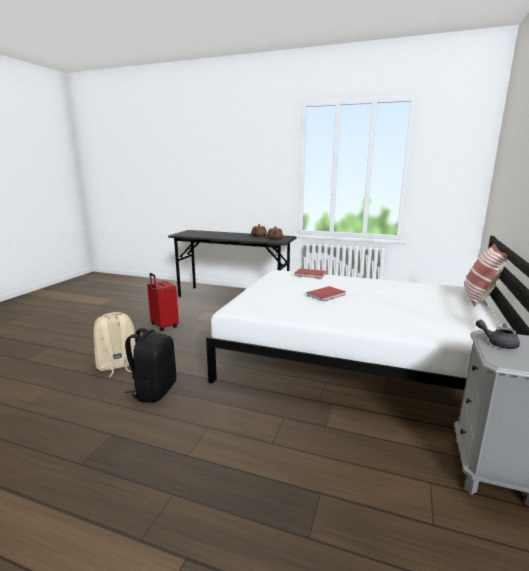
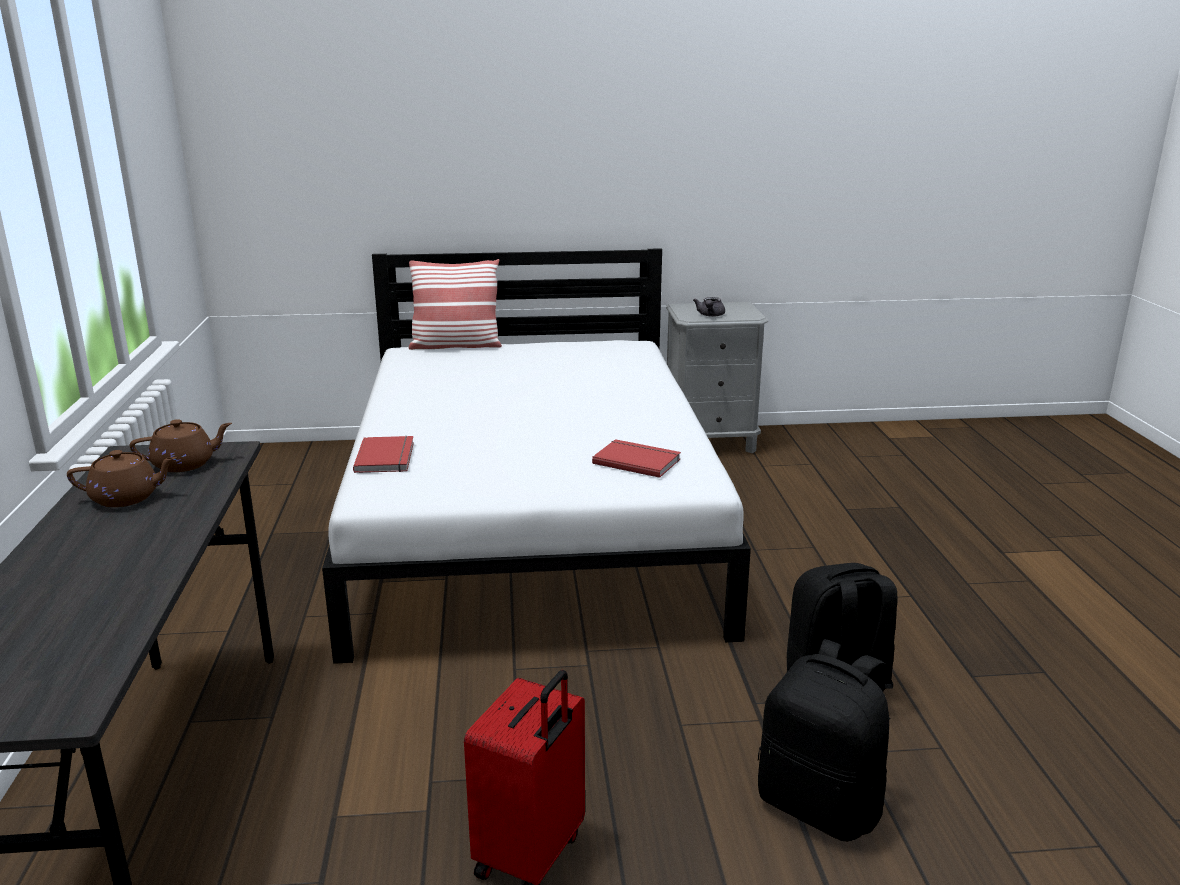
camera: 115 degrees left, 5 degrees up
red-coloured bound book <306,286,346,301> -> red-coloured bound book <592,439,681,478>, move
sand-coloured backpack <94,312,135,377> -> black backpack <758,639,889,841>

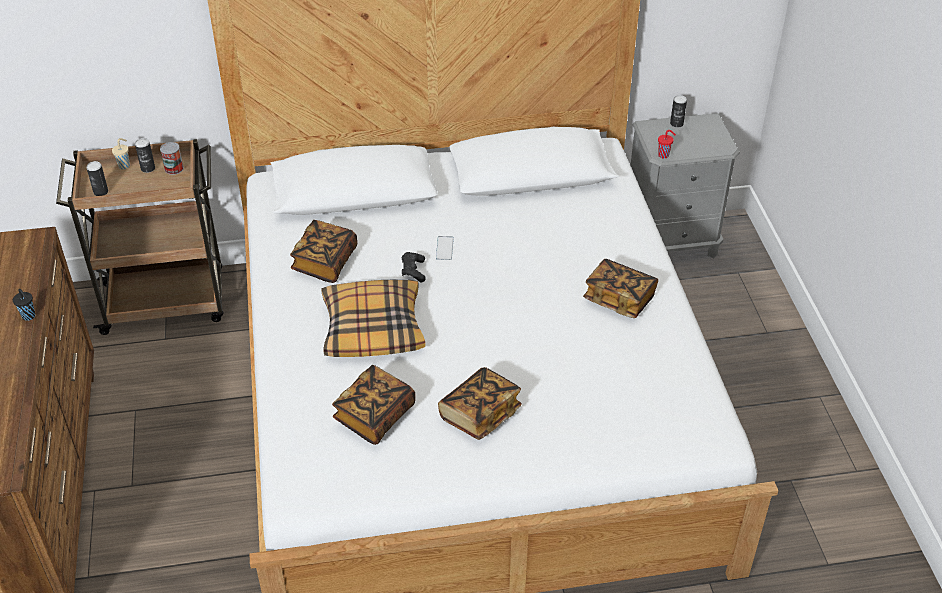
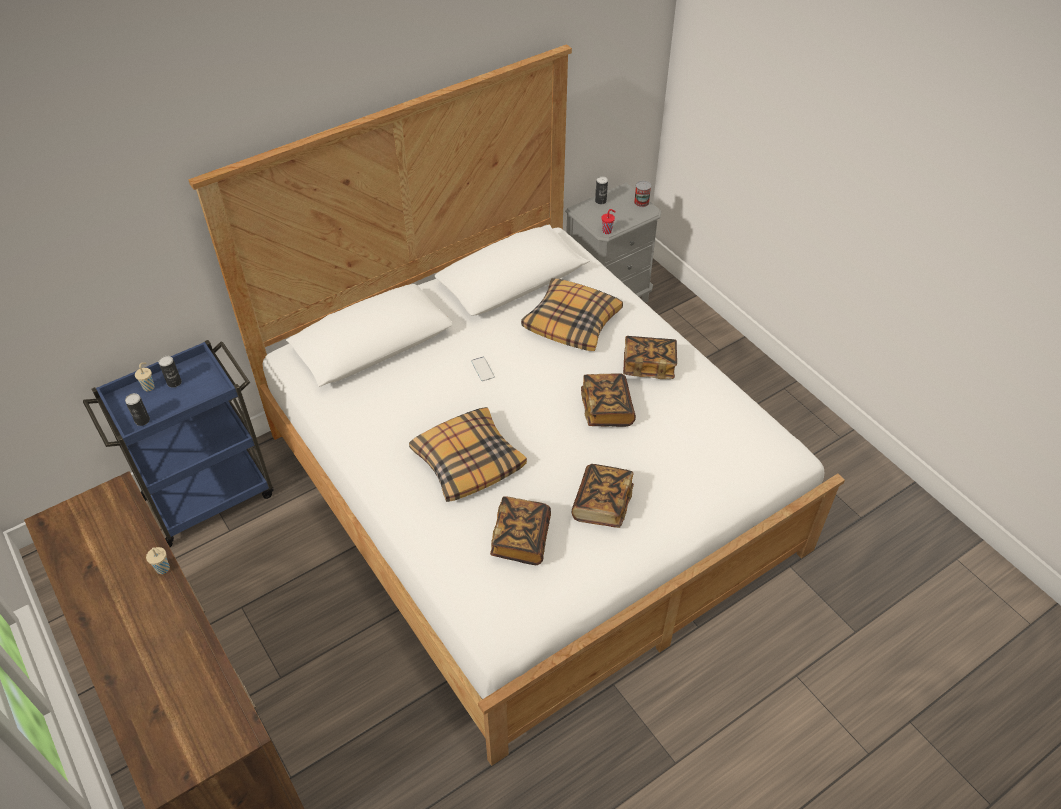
camera: 25 degrees left, 5 degrees up
black joypad <402,252,426,282> -> none
none -> pillow <521,278,623,351>
can <160,142,184,175> -> can <634,181,651,207>, move
bound book <290,220,358,283> -> bound book <581,373,636,427>, move
black cup <13,289,35,321> -> sand-coloured cup <146,547,170,574>
brown-coloured trolley <56,139,224,335> -> blue-coloured trolley <83,340,274,547>

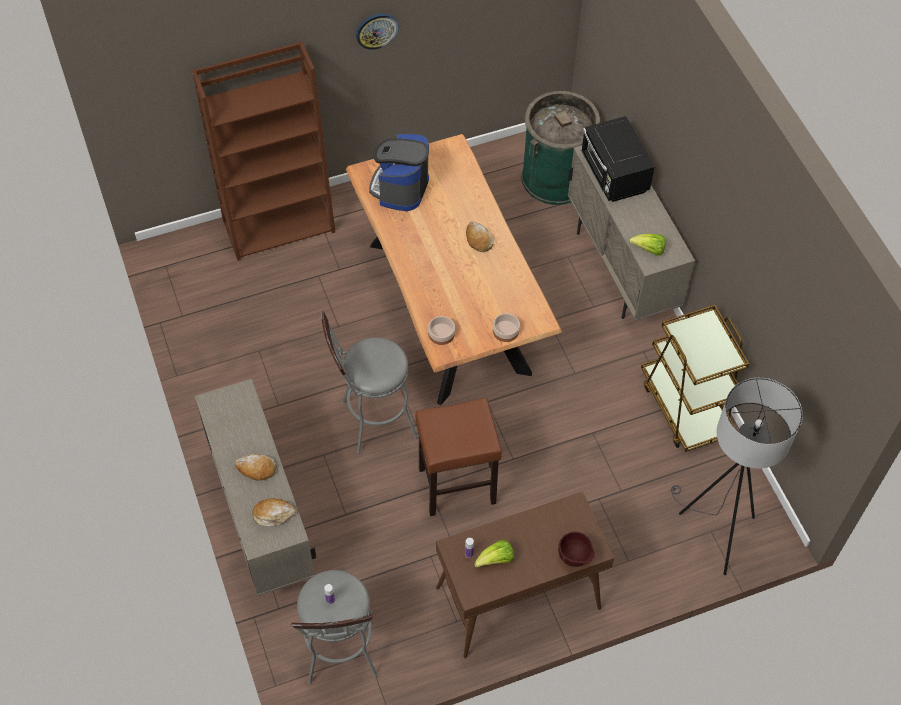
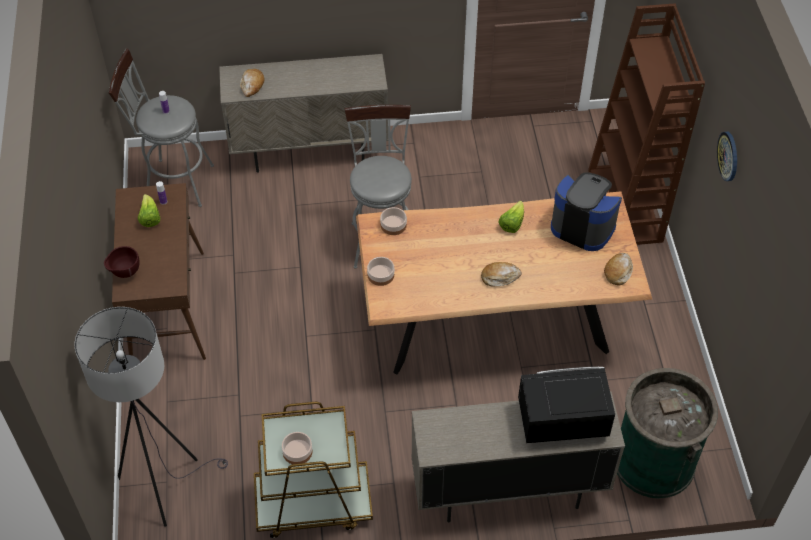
camera: 105 degrees right, 5 degrees down
brown-coloured stool <415,398,502,516> -> none
none -> deep dish <282,432,313,464>
bread <235,454,277,481> -> bread <604,253,633,285>, move
lettuce <629,234,666,256> -> lettuce <499,201,524,233>, move

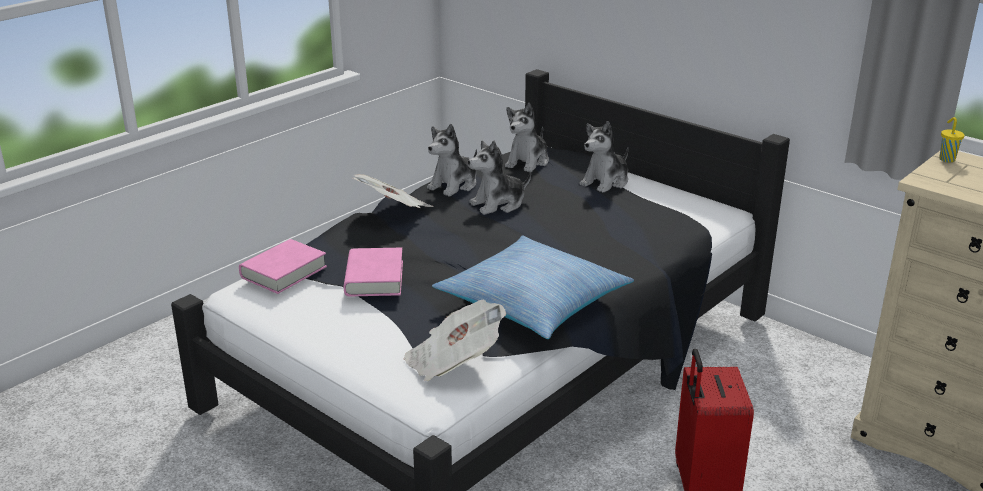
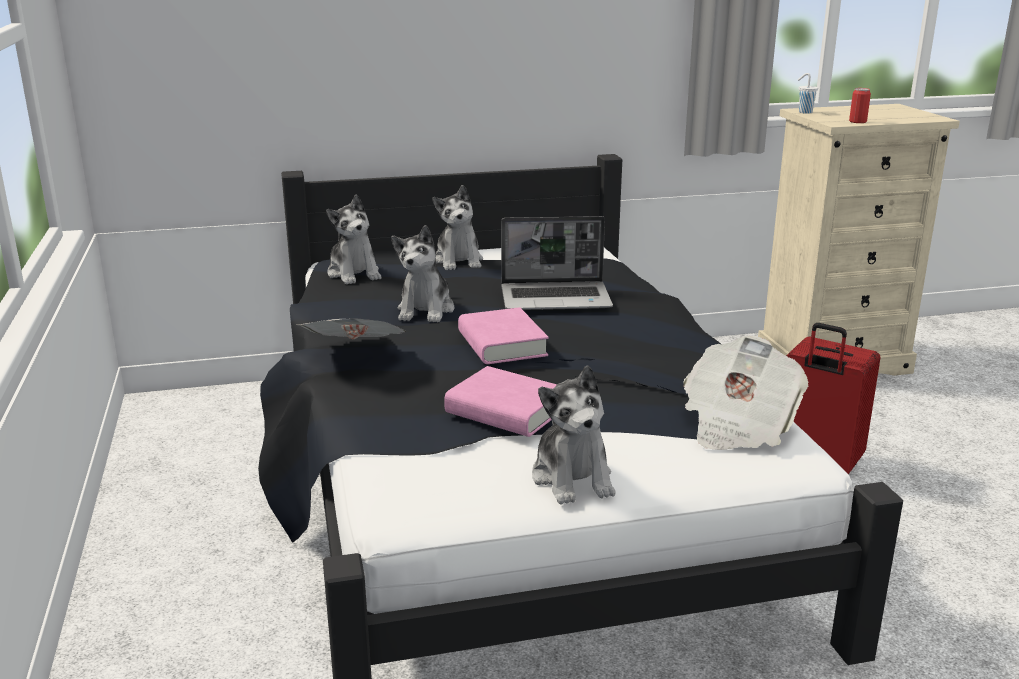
camera: 55 degrees left, 5 degrees down
pillow <432,235,634,339> -> none
none -> notebook computer <501,216,613,310>
none -> can <849,88,871,123>
pink-coloured bound book <239,239,327,294> -> pink-coloured bound book <458,307,549,364>, move
cuddly toy <427,124,477,197> -> cuddly toy <532,366,615,505>, move
yellowish cup <939,117,965,163> -> whitish cup <798,73,818,114>

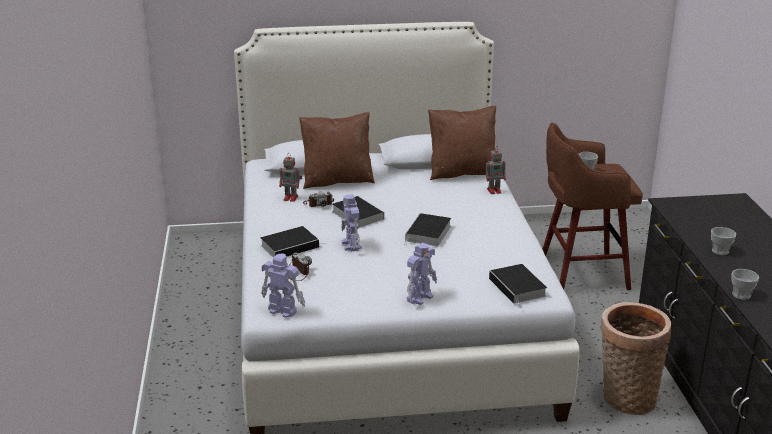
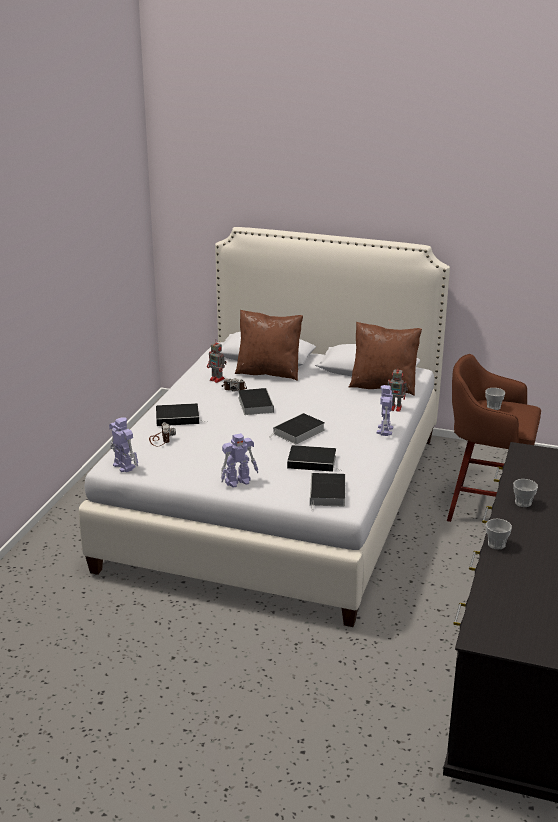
camera: 25 degrees right, 0 degrees up
household basket <600,302,671,415> -> none
none -> bound book <287,445,343,472>
model robot <341,194,362,251> -> model robot <377,385,393,436>, move

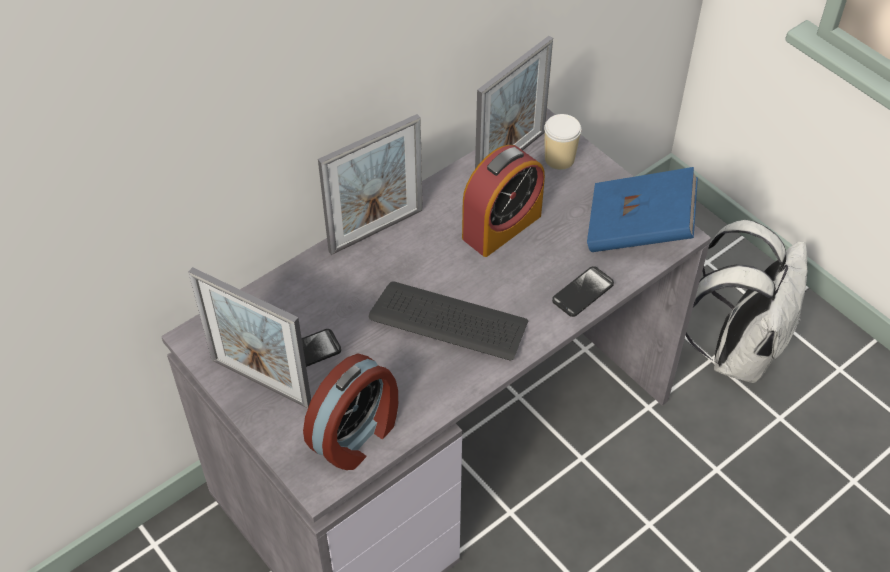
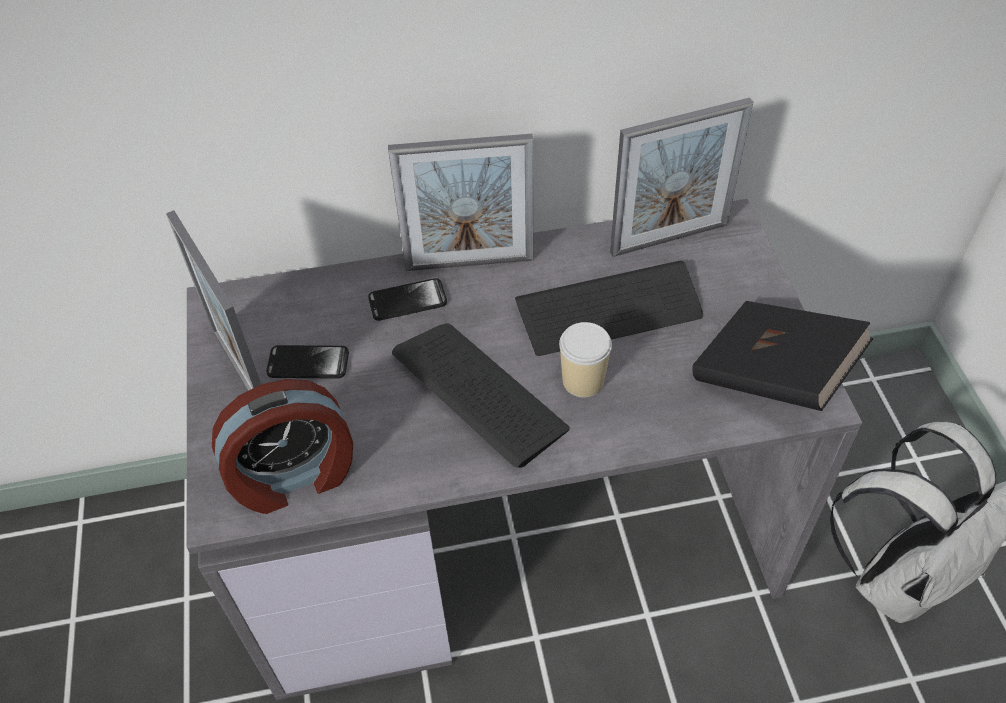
camera: 30 degrees right, 0 degrees up
cup <544,114,581,170> -> cup <559,322,612,398>, move
handset <552,266,614,317> -> handset <368,278,447,321>, move
alarm clock <462,145,545,257> -> computer keyboard <515,261,703,356>
blue-coloured bound book <587,167,698,252> -> black bound book <692,301,873,411>

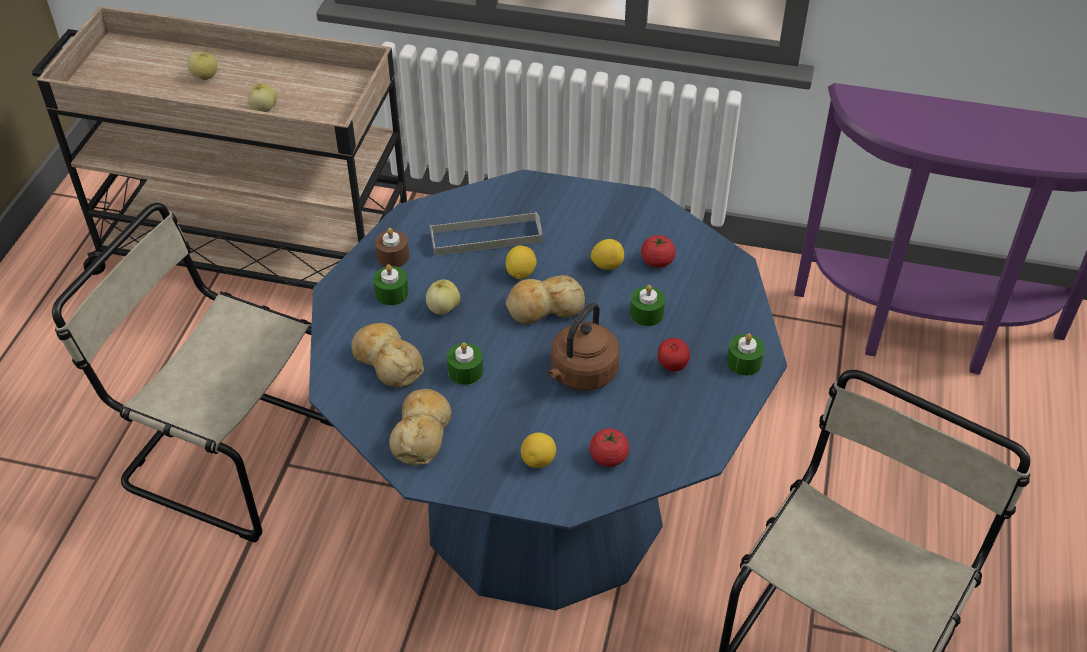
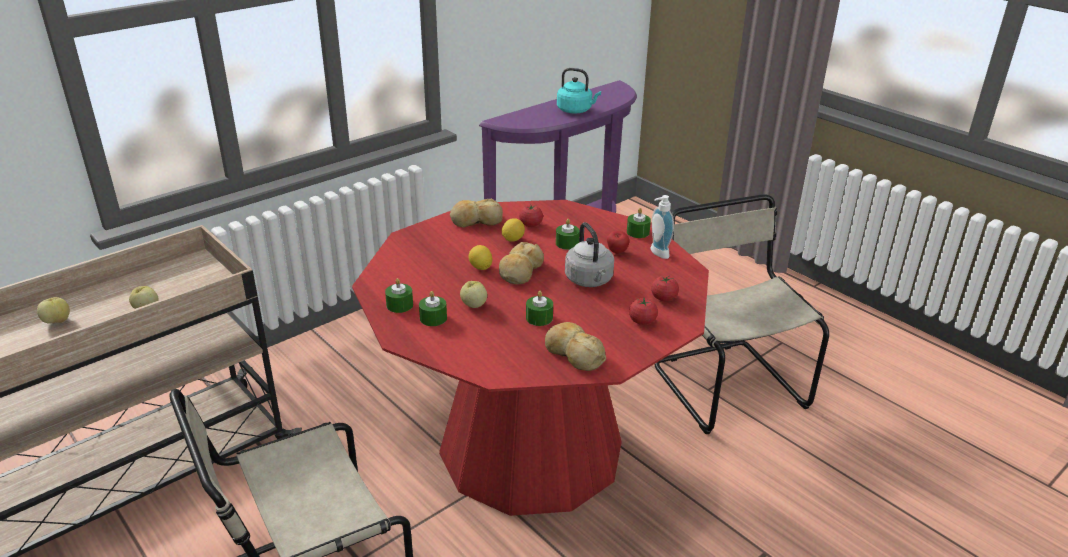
camera: 55 degrees left, 15 degrees down
grey serving tray <430,212,542,256> -> none
none -> turquoise kettle <557,68,601,113>
none -> liquid soap bottle <650,195,674,259>
bread <352,323,424,388> -> bread <450,198,503,227>, move
citrus fruit <521,433,556,468> -> fresh tomato <629,298,658,325>
blue-coloured dining table <309,169,787,611> -> red-coloured dining table <352,200,709,516>
brown-coloured wax light <375,228,409,267> -> green wax light <385,278,413,313>
brown-coloured kettle <548,302,620,391> -> grey kettle <565,222,614,287>

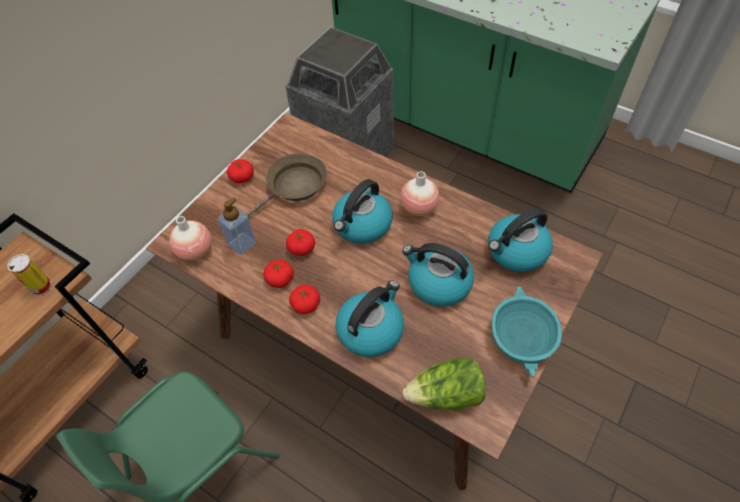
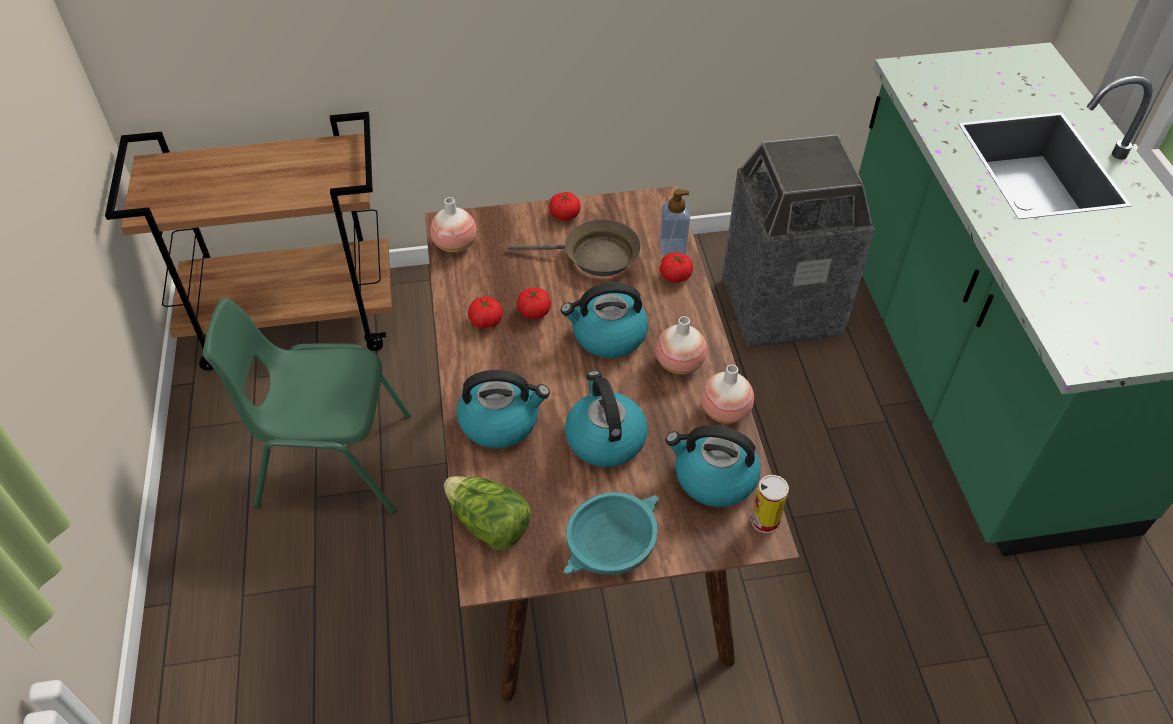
camera: 45 degrees right, 5 degrees down
none -> flower vase <701,365,754,424>
can <7,254,52,296> -> can <751,475,789,534>, move
liquid soap bottle <218,197,256,255> -> liquid soap bottle <660,189,690,256>, move
fresh tomato <289,285,320,314> -> fresh tomato <659,253,693,283>, move

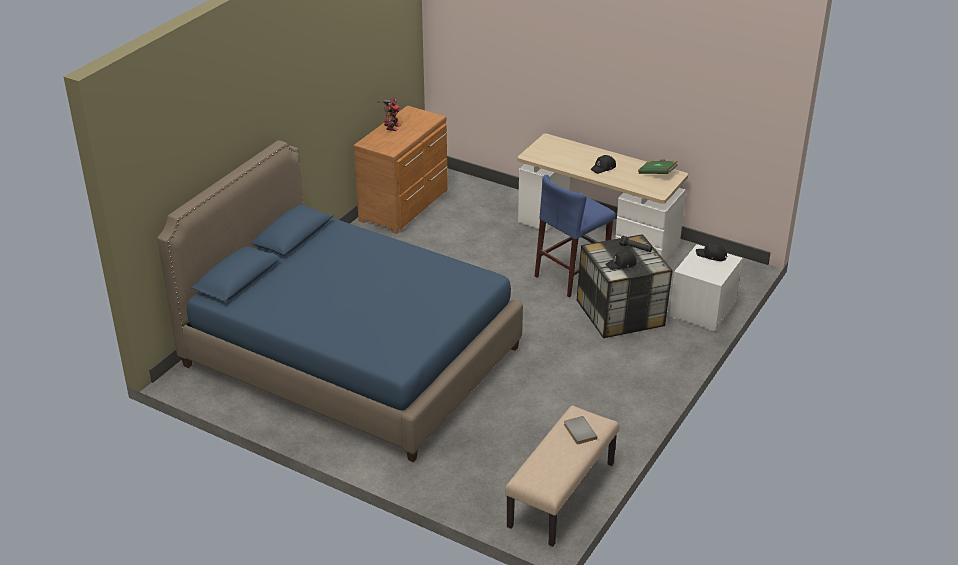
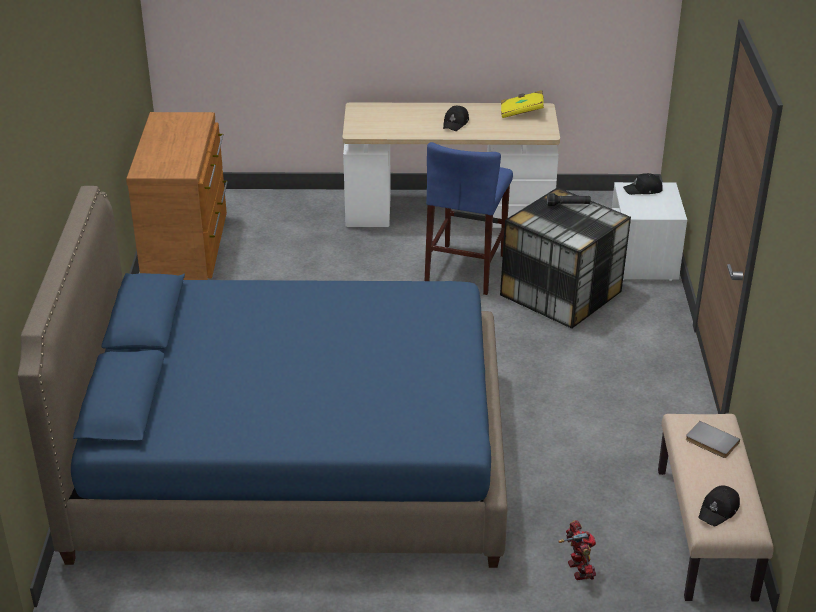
camera: 30 degrees left, 0 degrees up
model robot <377,97,400,131> -> model robot <559,520,596,580>, move
black cap <606,251,636,270> -> black cap <698,485,740,526>, move
green bound book <638,159,678,174> -> yellowish bound book <501,90,544,118>

